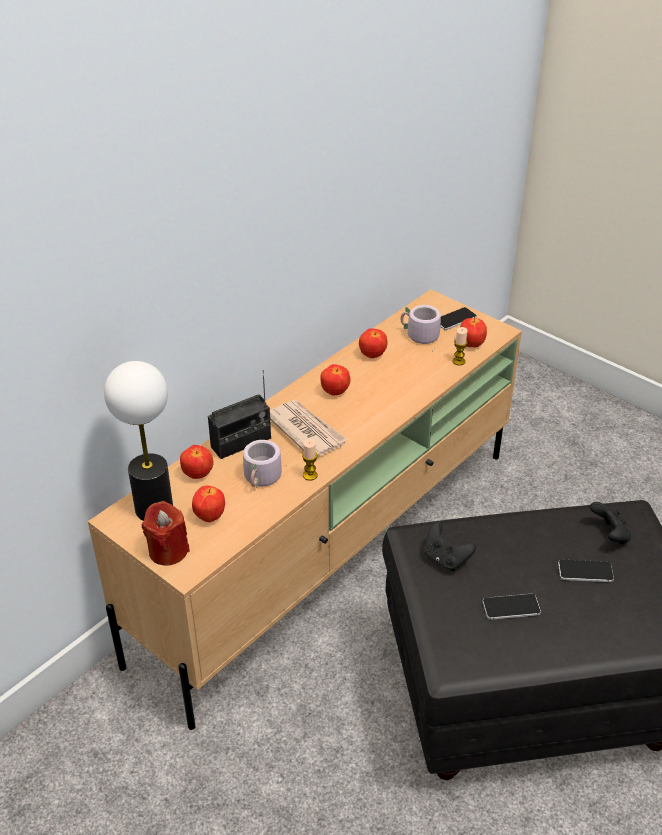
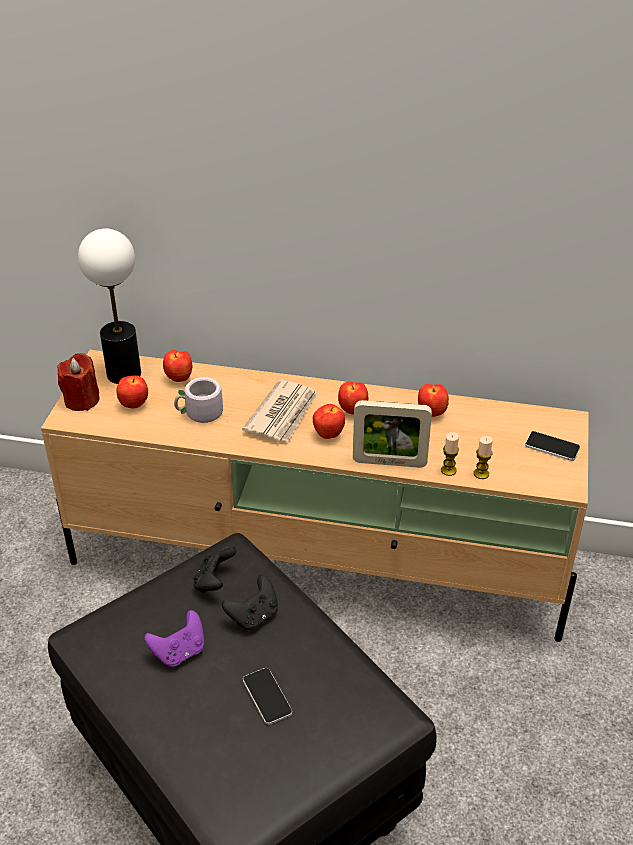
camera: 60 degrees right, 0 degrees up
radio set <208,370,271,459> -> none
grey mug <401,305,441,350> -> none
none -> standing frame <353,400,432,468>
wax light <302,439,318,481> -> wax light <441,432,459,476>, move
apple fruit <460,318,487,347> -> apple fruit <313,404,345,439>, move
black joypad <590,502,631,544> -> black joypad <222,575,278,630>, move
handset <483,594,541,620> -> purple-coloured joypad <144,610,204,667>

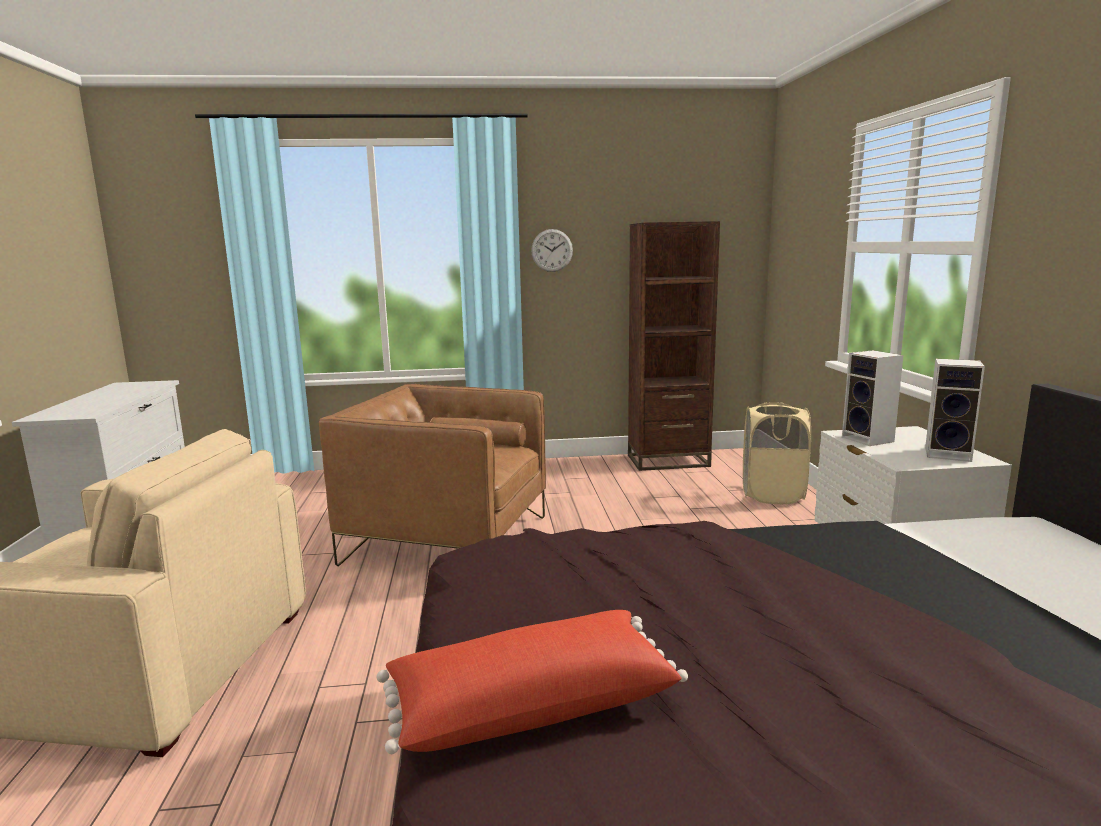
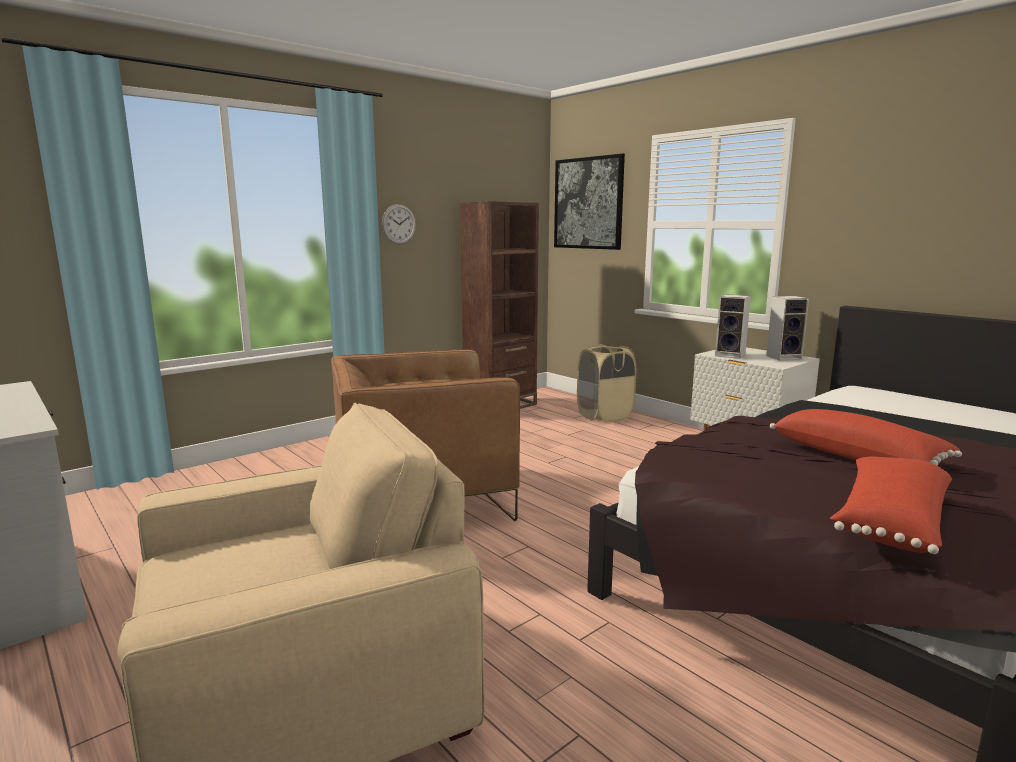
camera: 35 degrees left, 0 degrees up
none -> wall picture <554,153,625,250>
none -> red-coloured pillow <770,409,962,466>

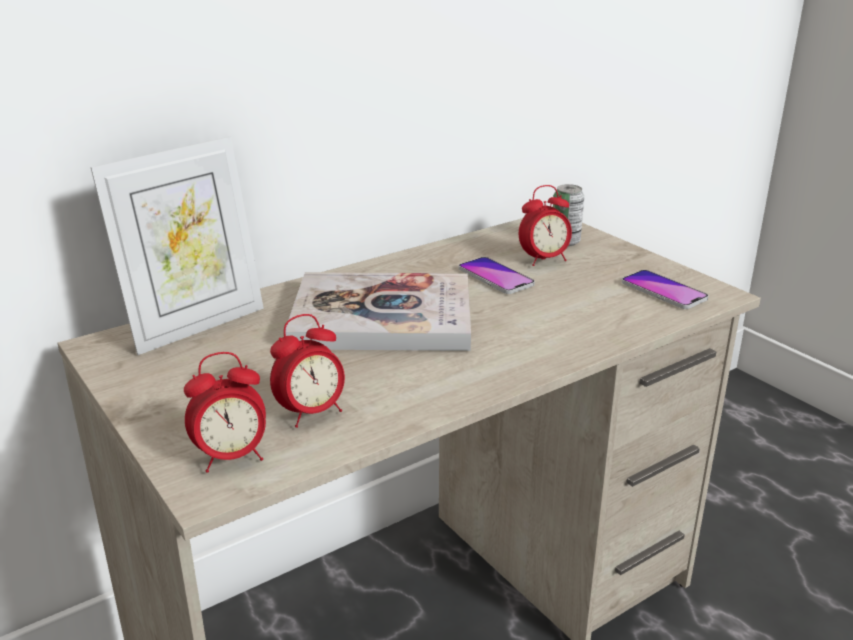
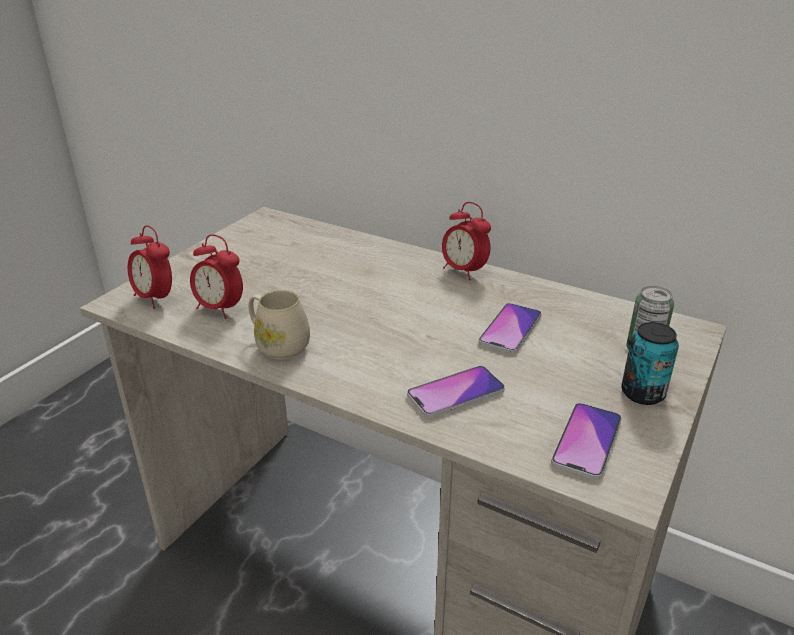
camera: 65 degrees right, 5 degrees up
standing frame <90,137,264,355> -> none
bound book <286,272,471,351> -> none
none -> sand-coloured mug <249,290,310,360>
none -> handset <407,366,505,418>
none -> can <621,322,679,405>
alarm clock <519,185,572,266> -> alarm clock <442,202,491,280>, move

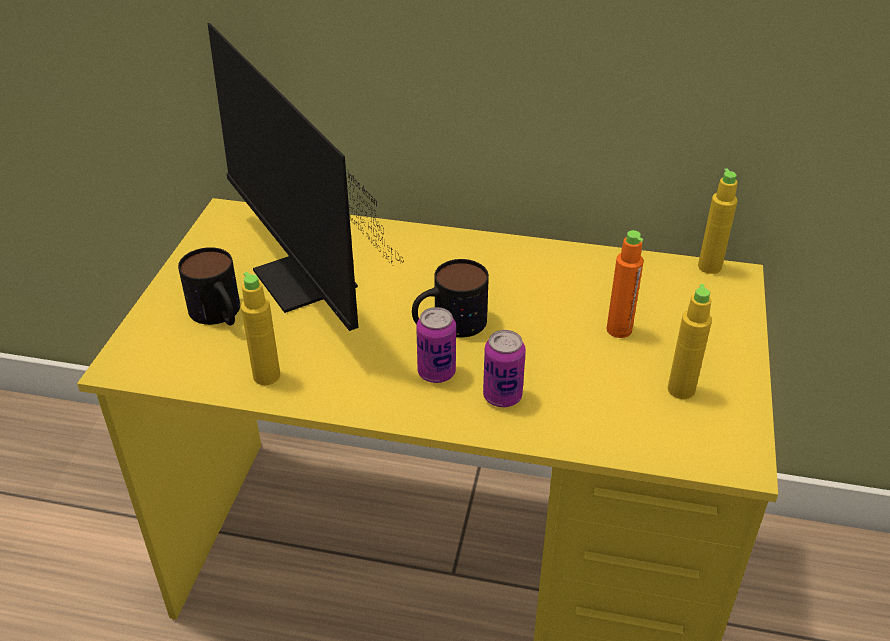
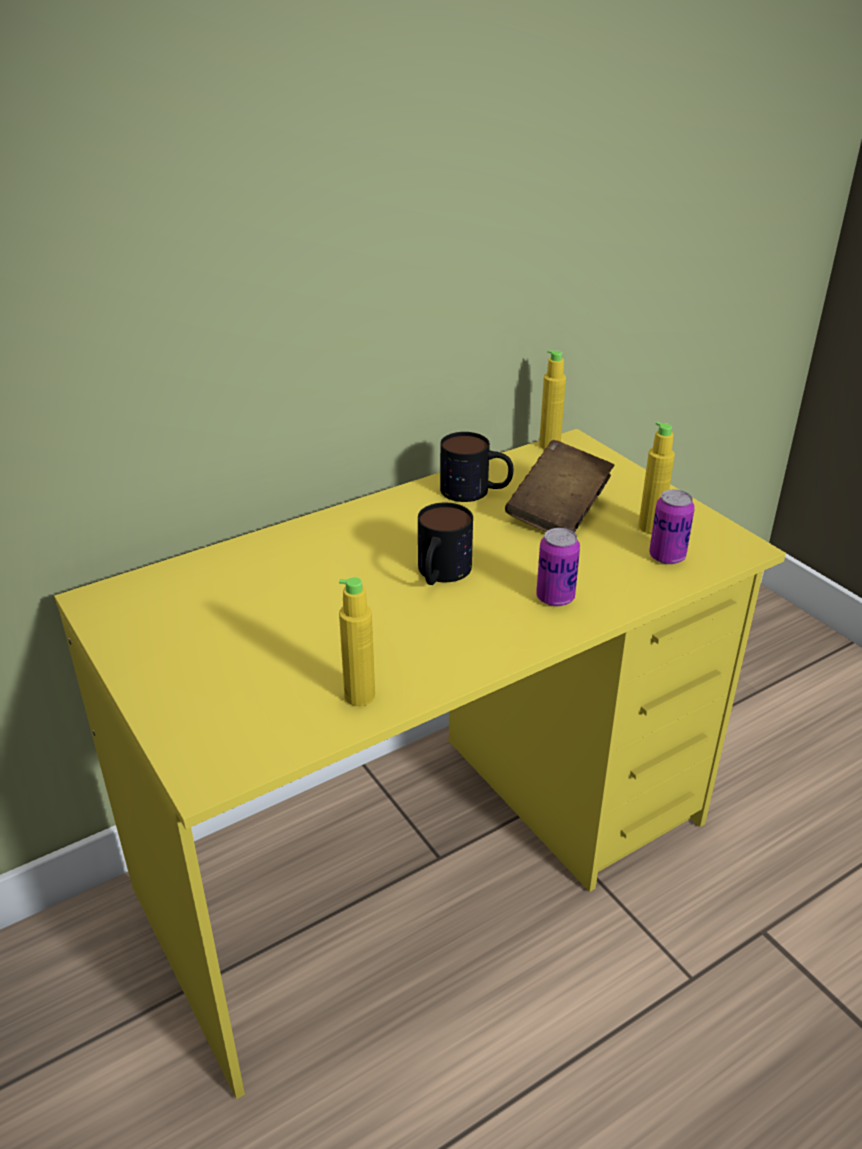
camera: 45 degrees left, 5 degrees down
computer screen <207,23,404,331> -> none
mug <178,247,240,326> -> mug <440,432,513,502>, move
can <416,307,456,383> -> can <649,490,695,564>, move
orange beverage bottle <607,230,644,338> -> brown-coloured bound book <505,440,614,533>

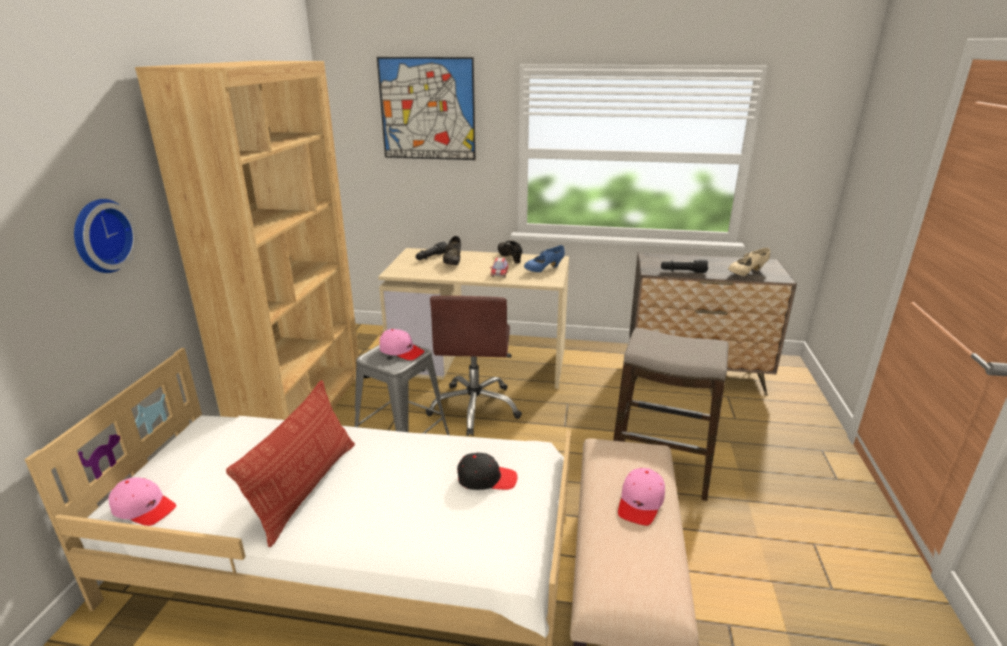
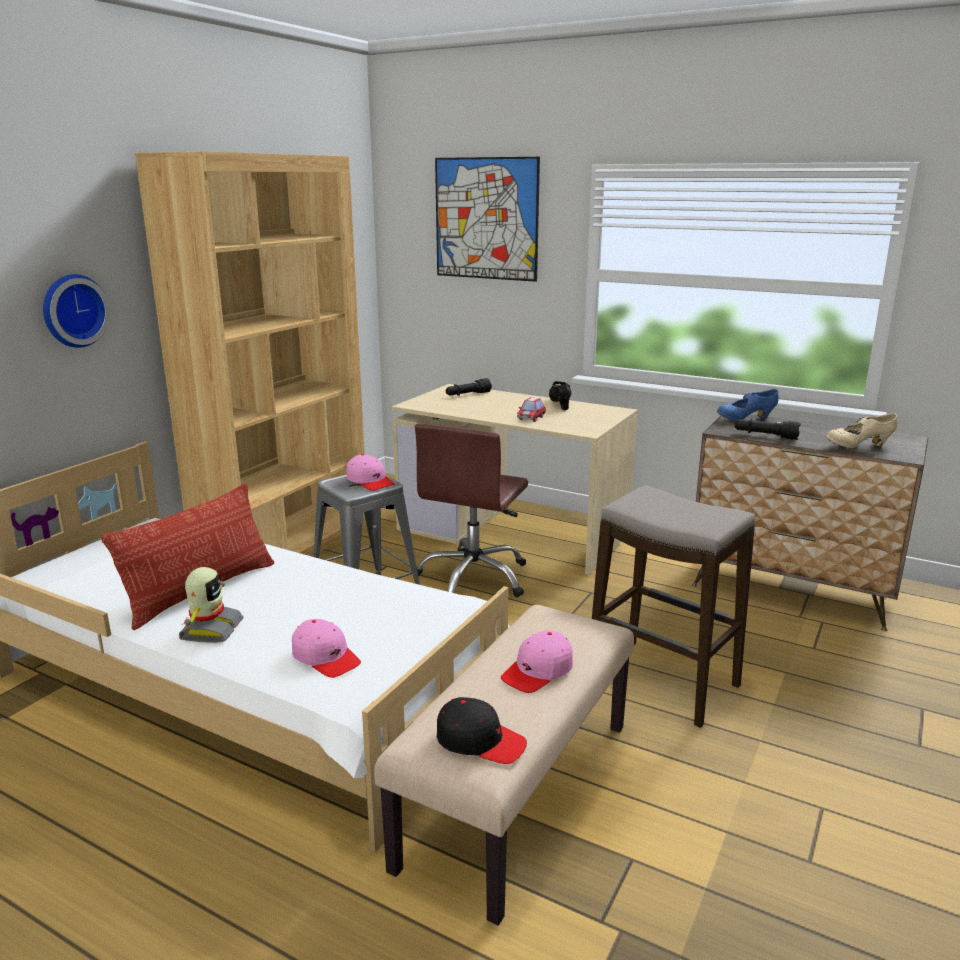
camera: 20 degrees right, 5 degrees down
black low shoe <443,236,461,265> -> none
none -> model robot <179,567,244,643>
pink-coloured cap <108,477,176,526> -> pink-coloured cap <292,619,361,678>, move
black cap <457,453,517,490> -> black cap <437,697,527,764>, move
blue-coloured low shoe <524,245,565,272> -> blue-coloured low shoe <717,389,779,420>, move

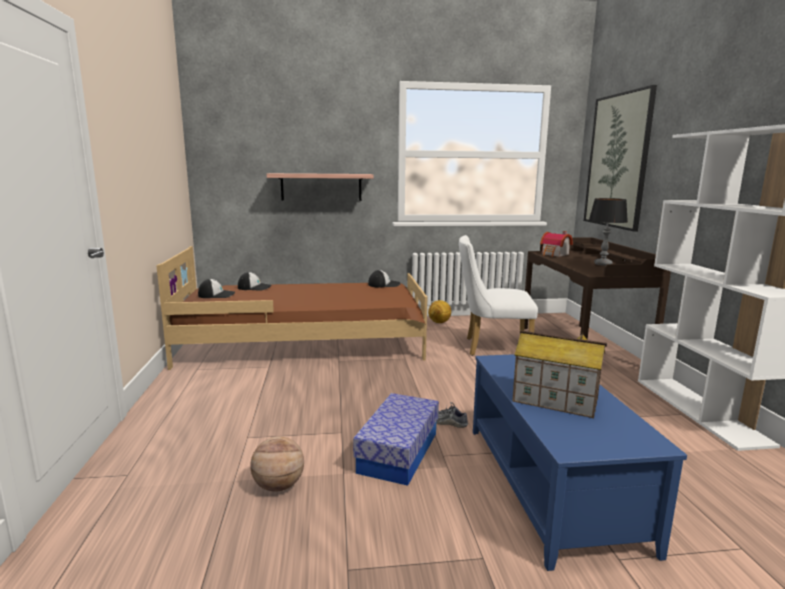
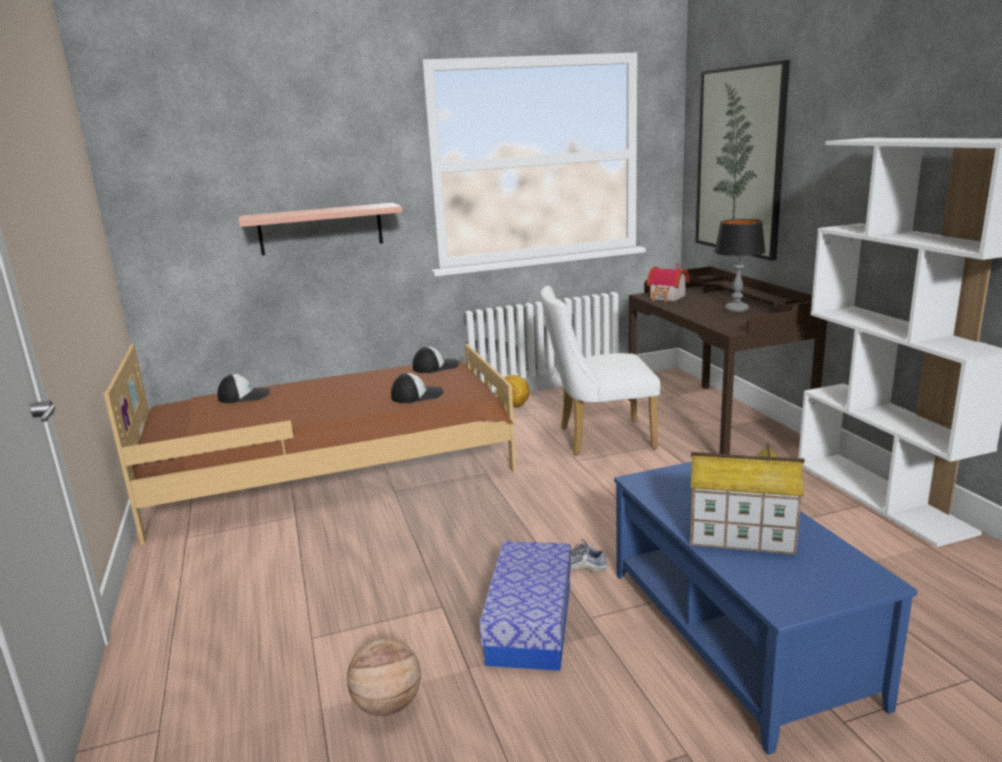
camera: 10 degrees left, 5 degrees up
cap <198,279,235,298> -> cap <391,373,443,403>, move

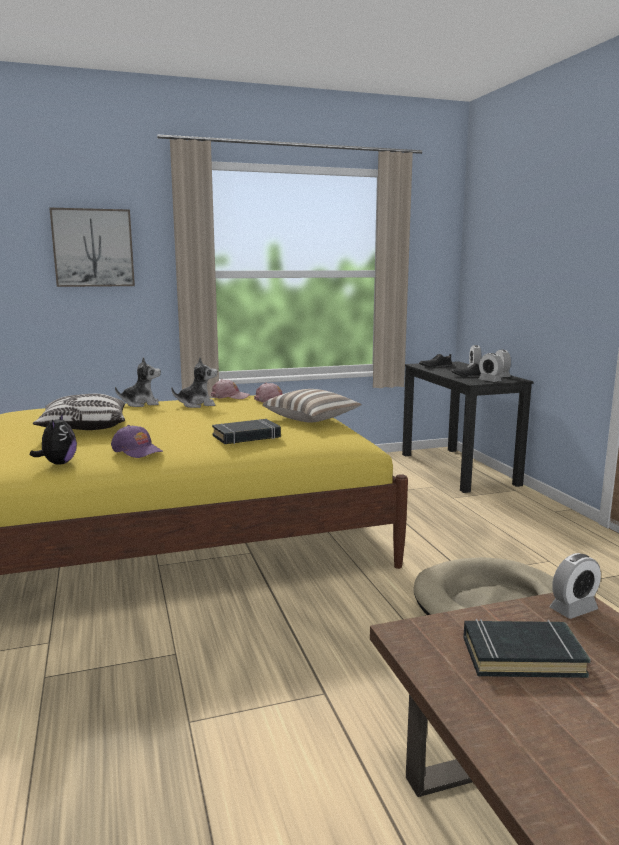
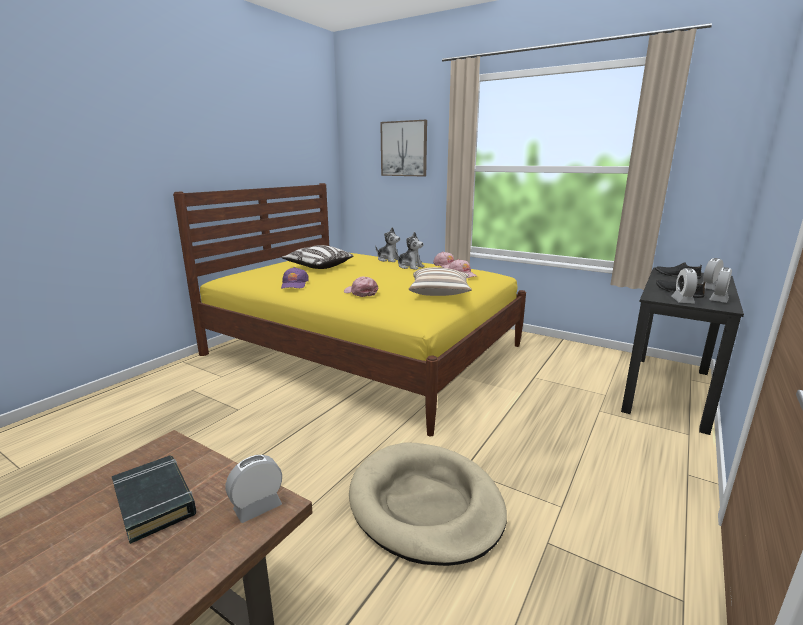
camera: 50 degrees right, 5 degrees up
cuddly toy <30,413,77,465> -> none
black bound book <212,419,281,444> -> pink-coloured cap <344,276,378,297>
alarm clock <549,553,601,619> -> alarm clock <226,455,282,523>, 120 degrees clockwise

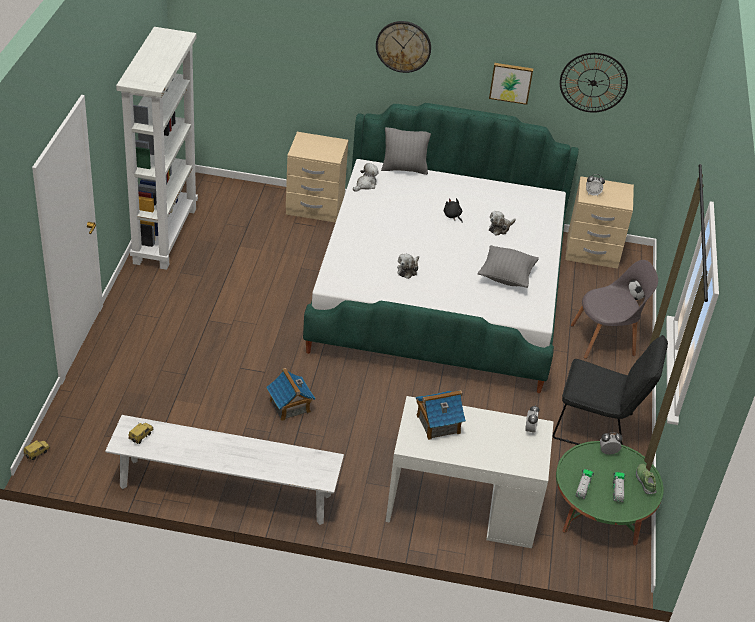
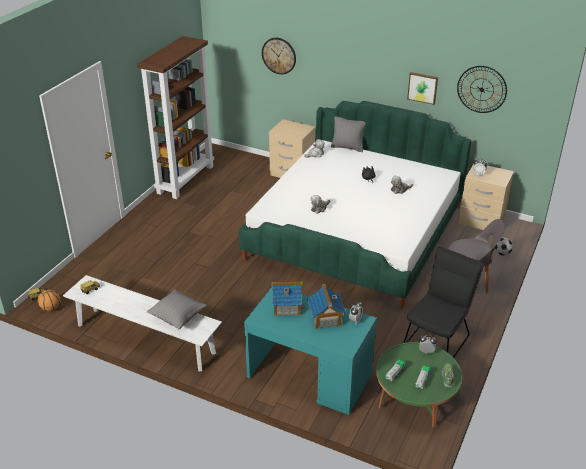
camera: 20 degrees right, 5 degrees down
none -> basketball <38,289,61,311>
toy house <266,368,316,421> -> toy house <307,284,346,329>, move
hanging clock <376,21,431,73> -> hanging clock <262,38,296,75>, move
grey pillow <478,245,539,288> -> grey pillow <147,290,207,329>, move
whitish bookshelf <116,27,198,270> -> brown-coloured bookshelf <137,36,214,199>
whitish desk <386,396,554,548> -> turquoise desk <244,287,377,415>
black chair <553,335,668,445> -> black chair <403,247,484,358>, 90 degrees counterclockwise

